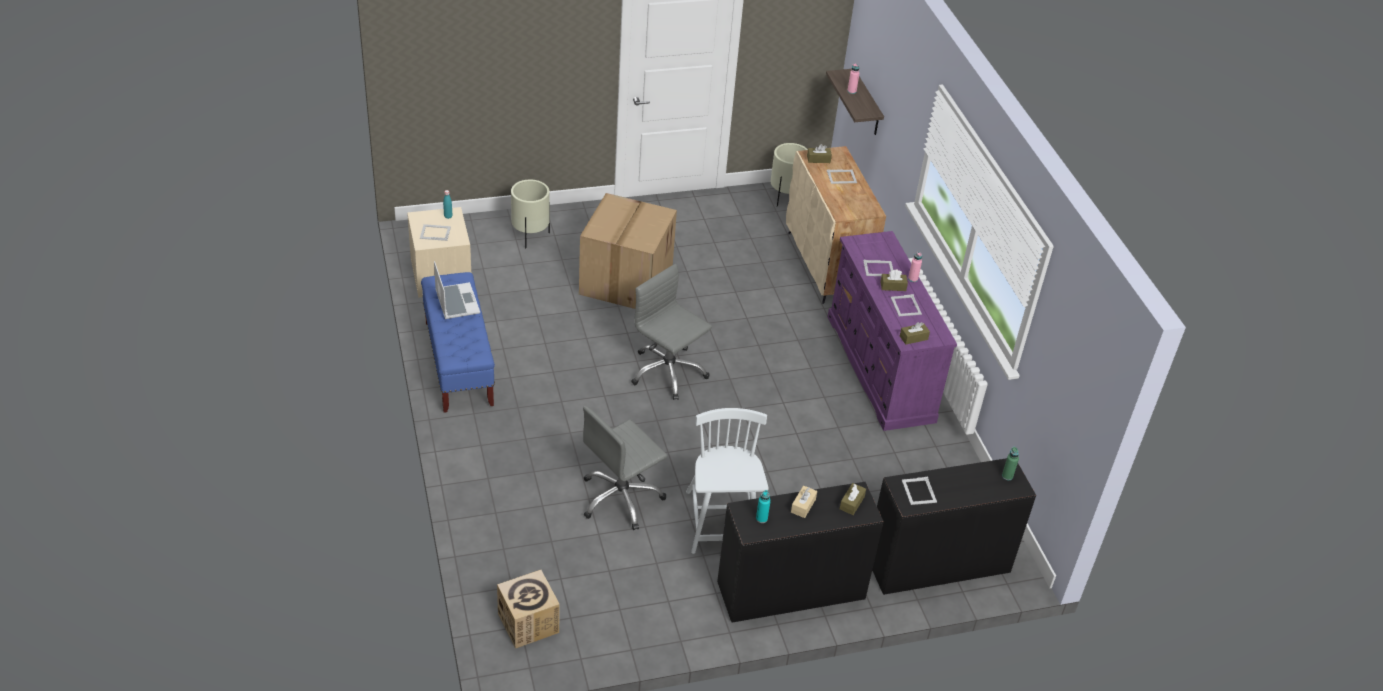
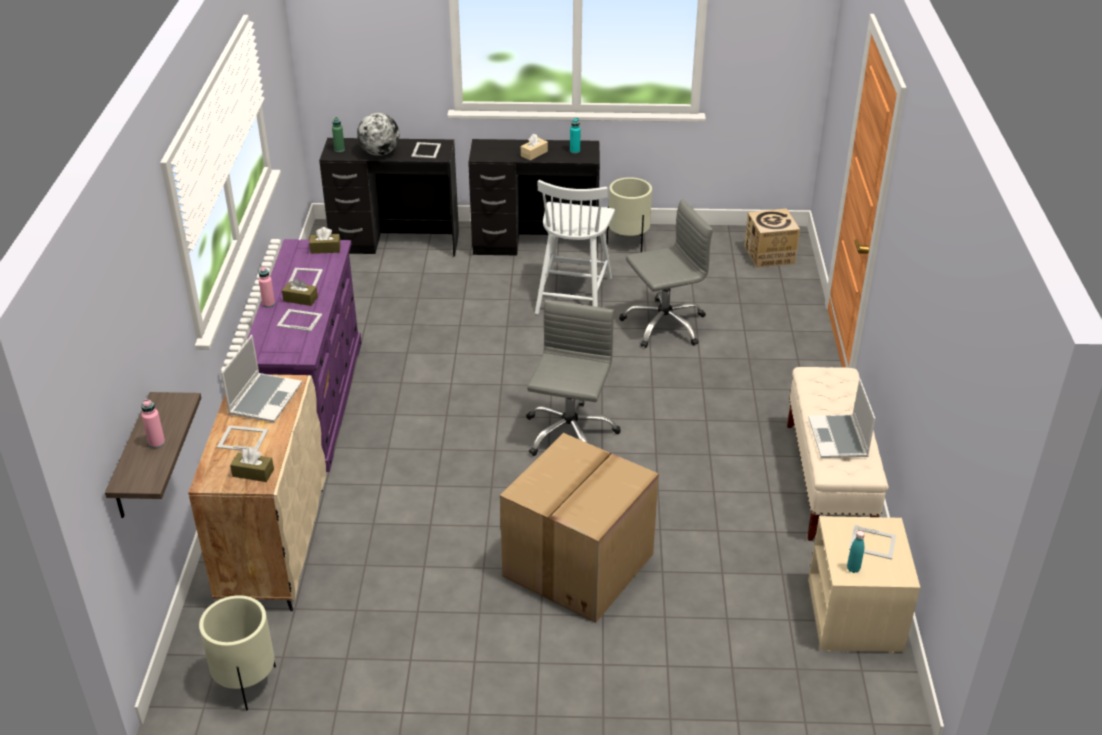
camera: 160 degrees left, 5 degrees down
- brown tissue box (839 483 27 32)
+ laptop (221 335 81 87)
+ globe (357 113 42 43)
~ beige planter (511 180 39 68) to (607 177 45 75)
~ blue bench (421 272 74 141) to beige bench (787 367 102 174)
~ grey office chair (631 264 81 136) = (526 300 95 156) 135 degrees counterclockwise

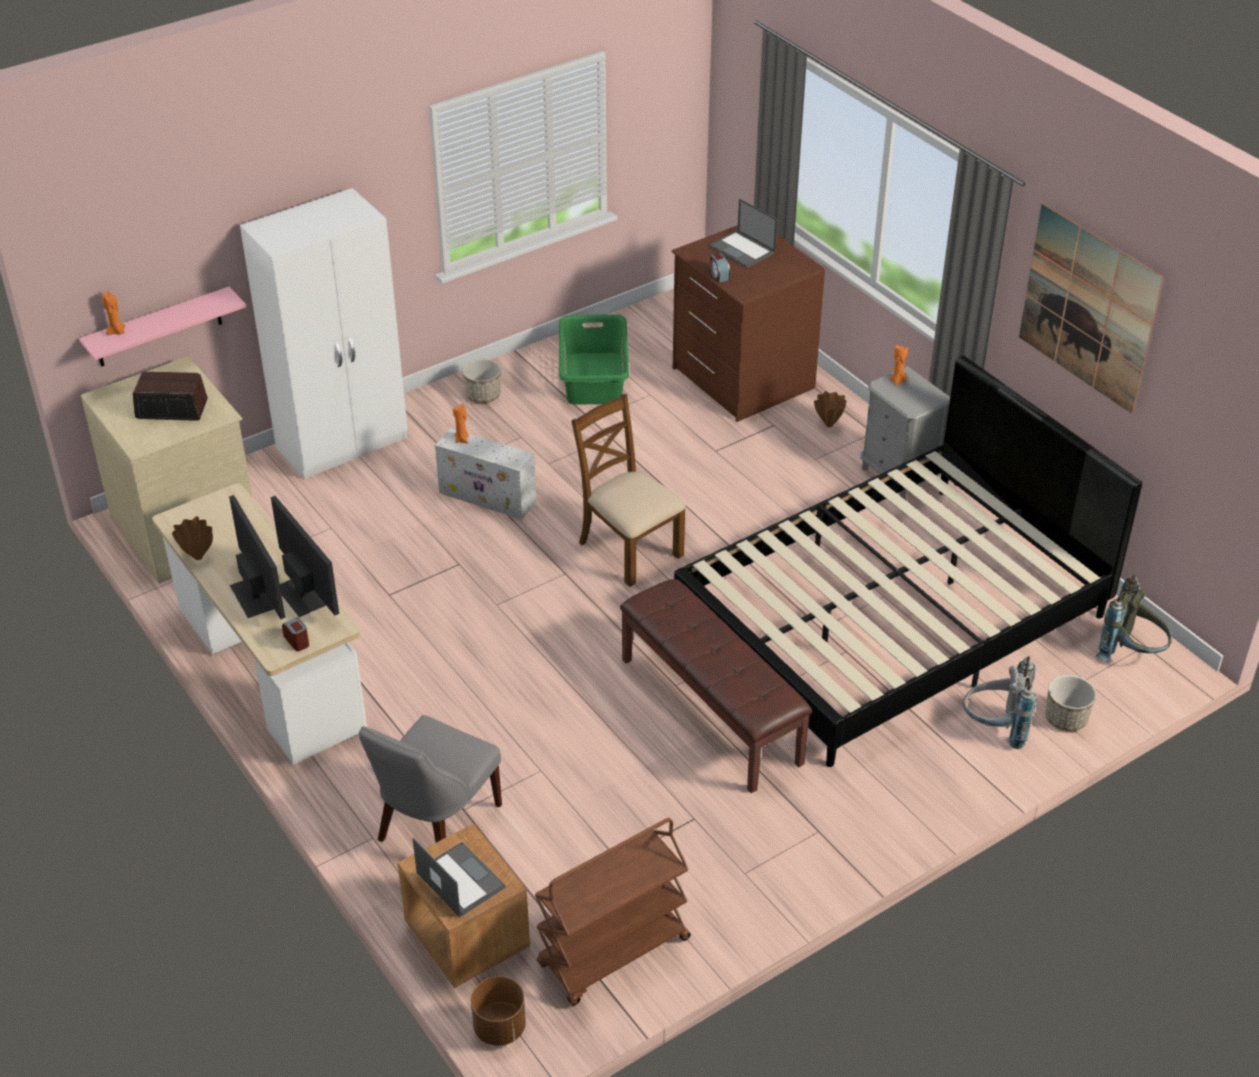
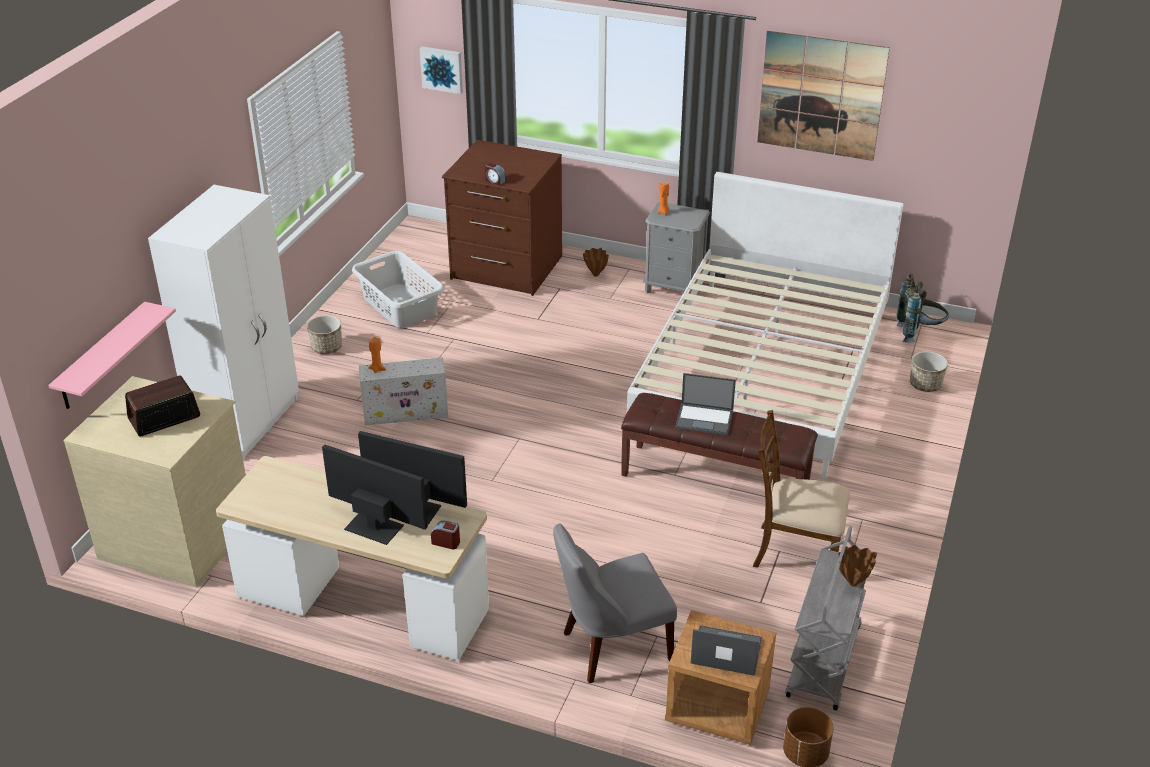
camera: 35 degrees left, 5 degrees down
- orange candle (102 292 24 43)
- grey backpack (963 656 73 93)
+ picture (420 46 43 48)
~ brown vase (172 516 41 44) to (838 545 39 42)
~ brown chair (571 394 115 193) to (753 410 97 158)
~ laptop (709 198 69 70) to (675 373 61 63)
~ brown cart (535 818 156 188) to grey cart (785 525 81 186)
~ green laundry basket (559 314 70 91) to grey laundry basket (352 251 92 77)
~ black bed (674 356 469 411) to white bed (627 172 276 306)
~ grey chair (359 715 143 127) = (553 523 124 160) 75 degrees clockwise

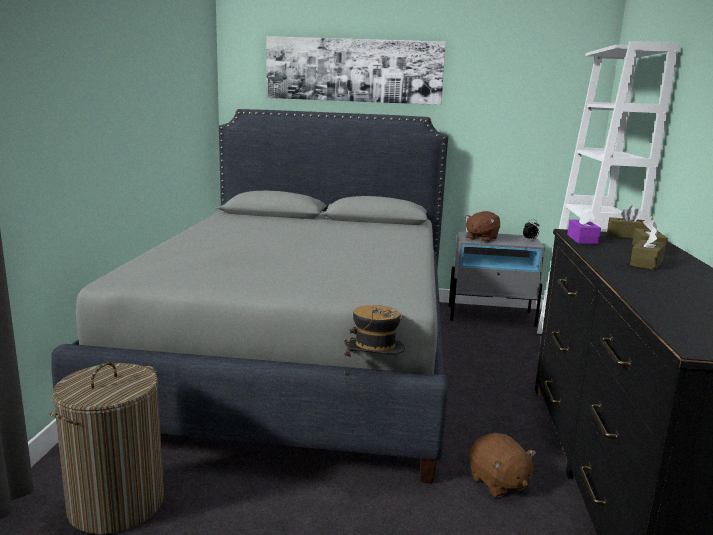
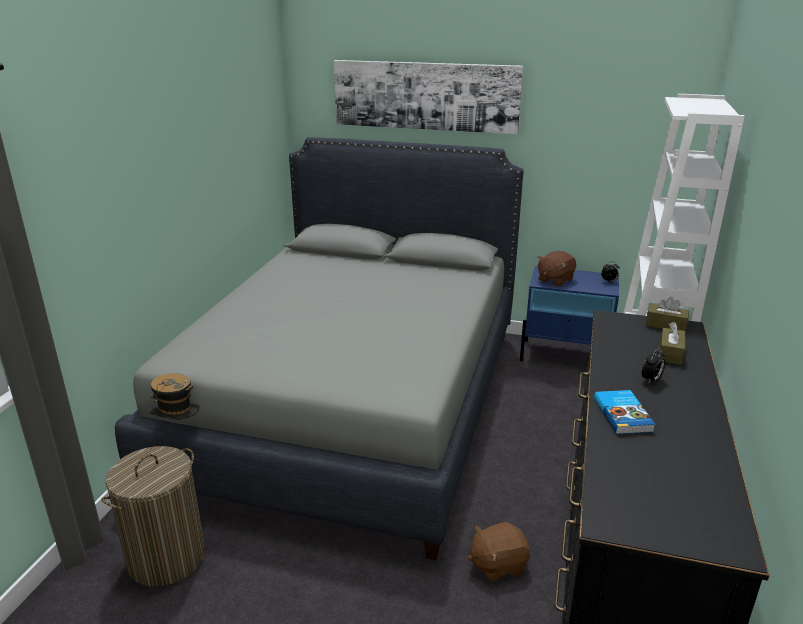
camera: 10 degrees right, 10 degrees up
- purple tissue box (567 208 34 36)
+ book (594 390 61 44)
~ hat (344 305 61 68) to (149 373 51 55)
~ brown tissue box (630 227 36 43) to alarm clock (642 348 24 36)
~ grey nightstand (449 231 96 96) to blue nightstand (520 266 99 95)
~ brown plush toy (469 433 67 65) = (468 522 62 60) 90 degrees clockwise

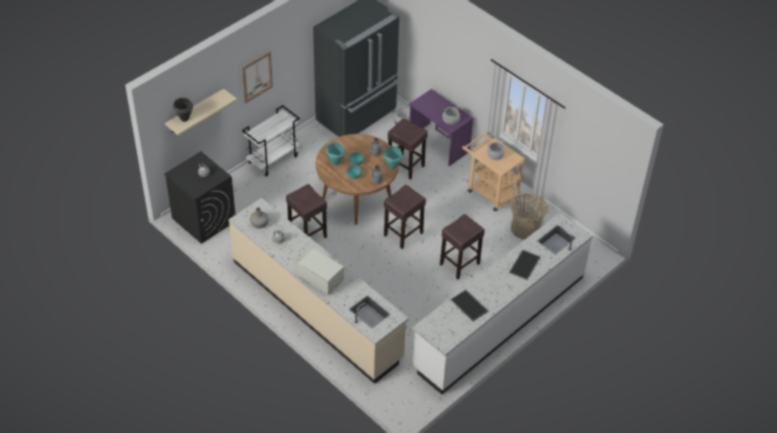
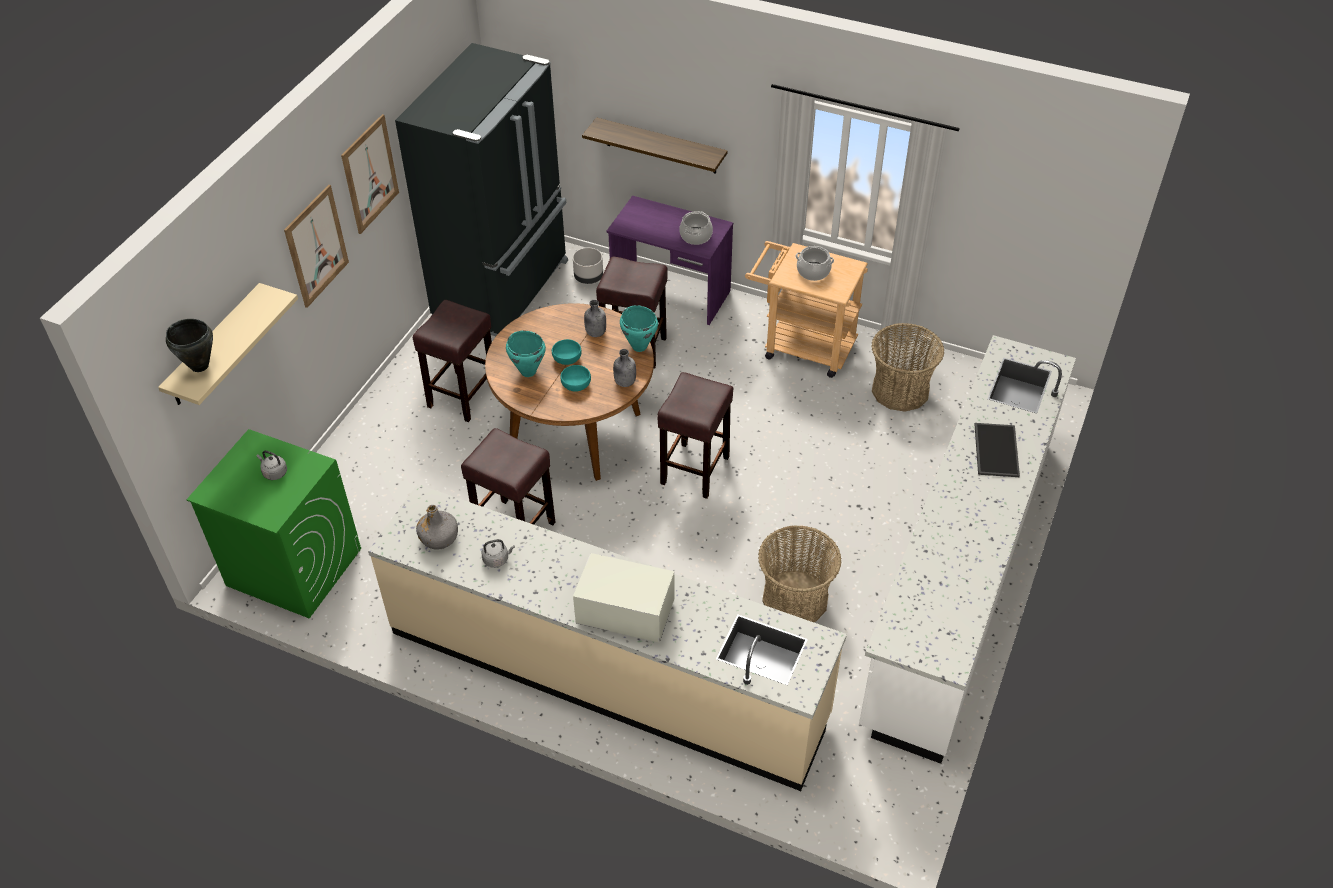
camera: 20 degrees left, 0 degrees up
- white cart (242 105 58 71)
- tray (451 290 37 31)
+ picture (341 114 58 120)
+ shelf (582 117 146 57)
+ basket (758 525 84 97)
~ brown stool (440 214 45 65) to (413 300 79 122)
~ black washing machine (164 151 71 93) to green washing machine (186 429 175 190)

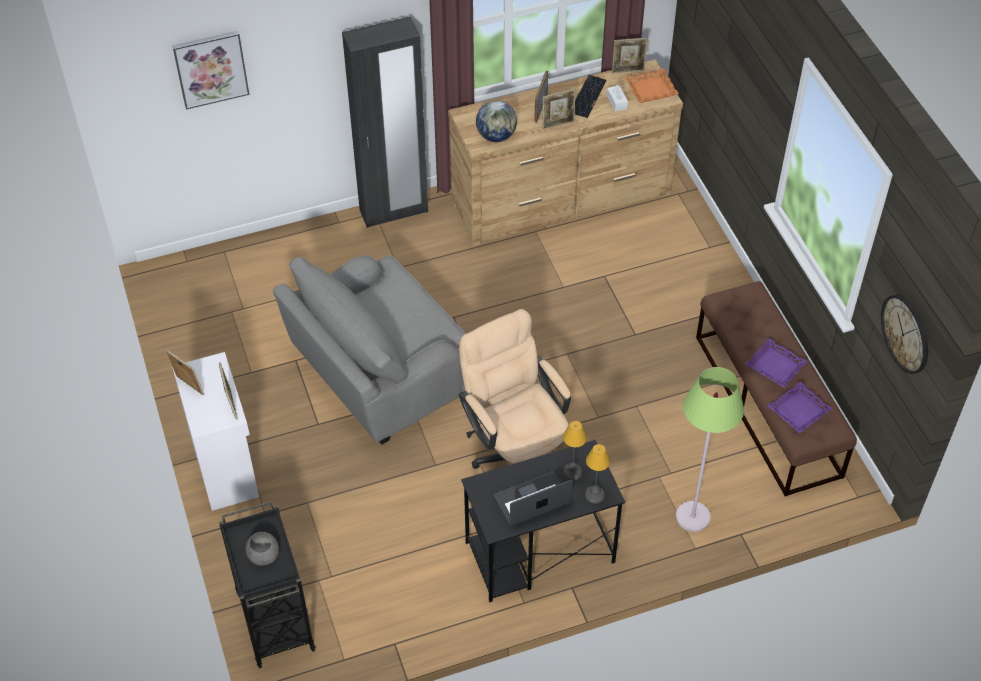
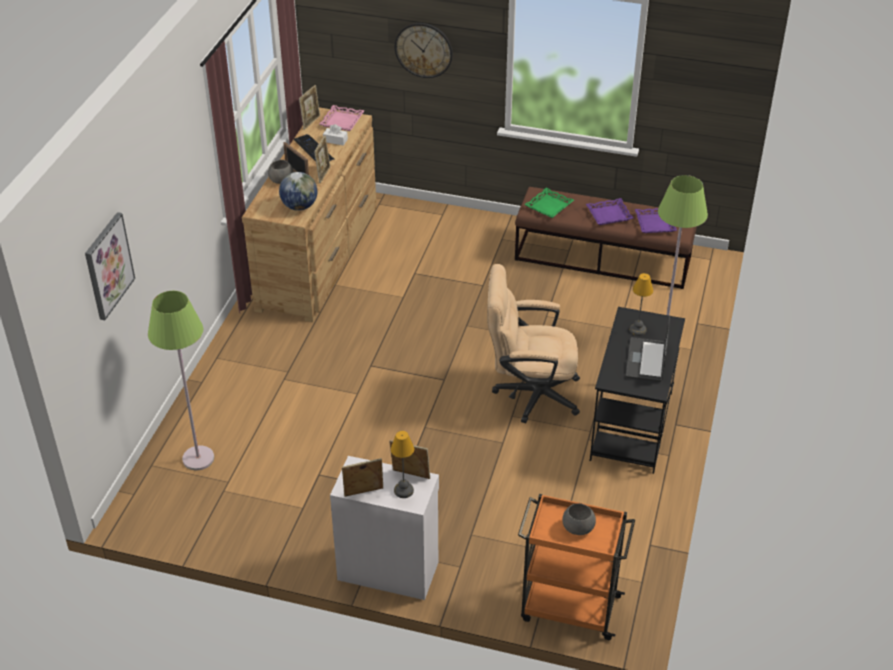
camera: 55 degrees left, 10 degrees down
- grey armchair (273 255 193 190)
- black wardrobe (342 16 86 212)
+ green floor lamp (148 291 66 179)
+ grey bowl (268 160 25 24)
+ green tray (524 188 50 30)
~ table lamp (585 444 25 60) to (391 431 23 67)
~ wall clock (881 294 47 80) to (395 23 58 55)
~ black cart (219 501 96 167) to orange cart (518 494 117 146)
~ orange tray (625 68 54 35) to pink tray (319 105 45 26)

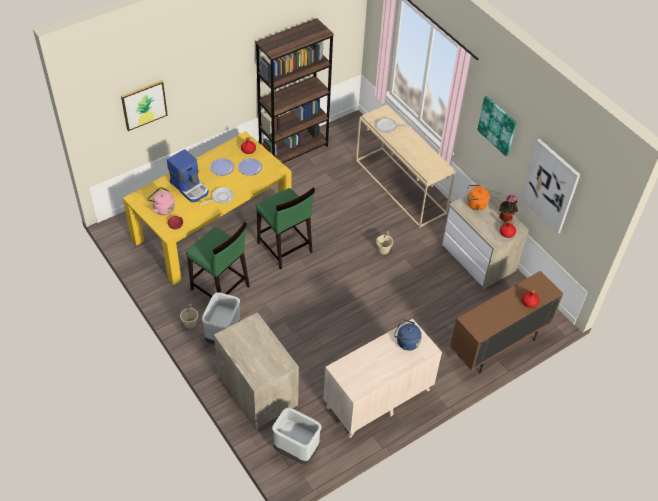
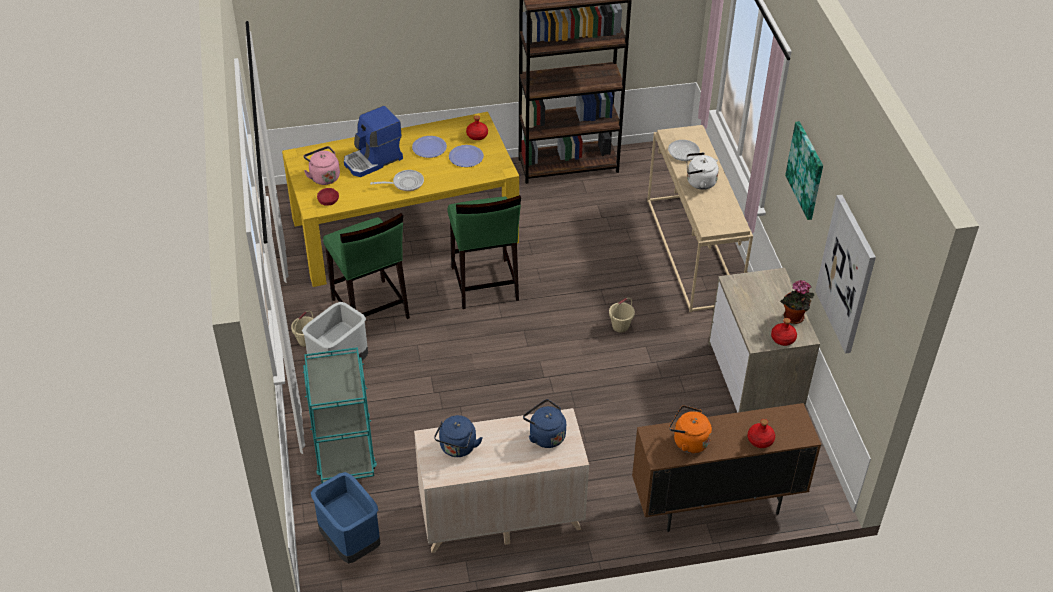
camera: 25 degrees right, 5 degrees down
- picture (121 80 47 51)
+ blue kettle (434 415 48 42)
+ white kettle (687 152 32 38)
~ orange kettle (467 185 23 25) to (669 405 43 48)
~ dresser (214 312 85 117) to turquoise cart (303 347 74 136)
~ grey trash can (272 408 50 57) to blue trash can (311 472 69 91)
~ coffee machine (167 149 42 53) = (344 106 59 71) 75 degrees clockwise

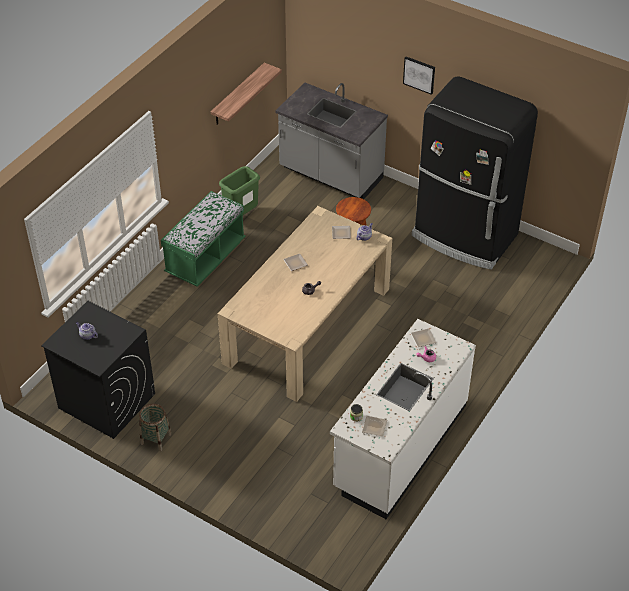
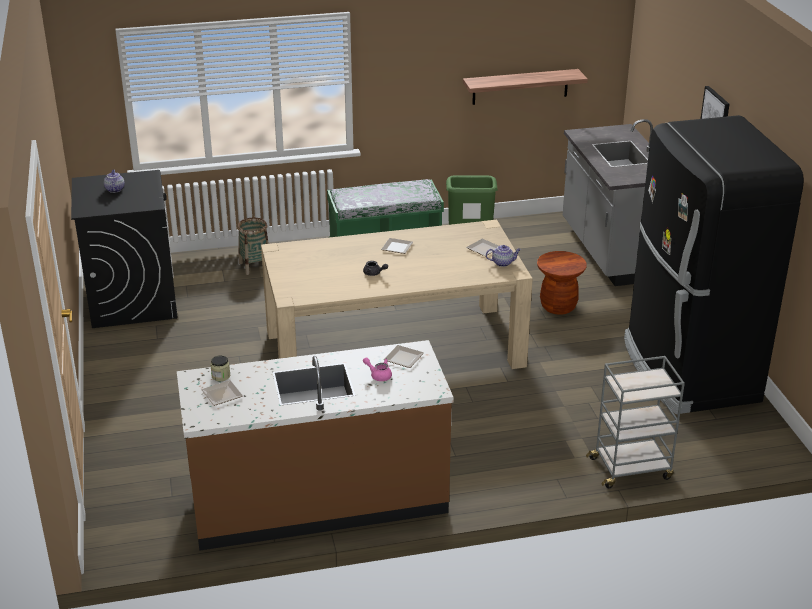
camera: 45 degrees right, 15 degrees down
+ grey cart (586 356 99 132)
~ basket (139 404 32 47) to (237 218 32 57)
~ white counter (330 319 146 200) to brown counter (177 340 276 211)

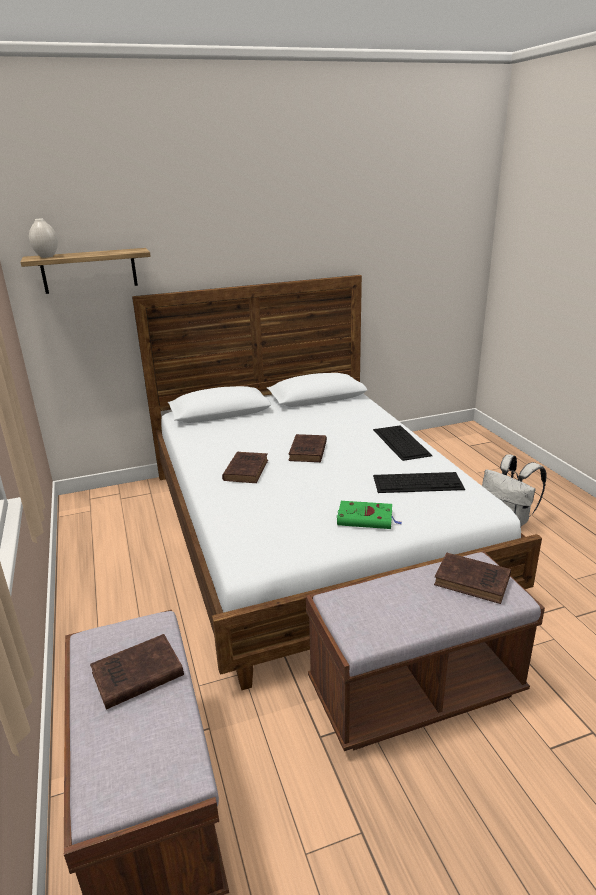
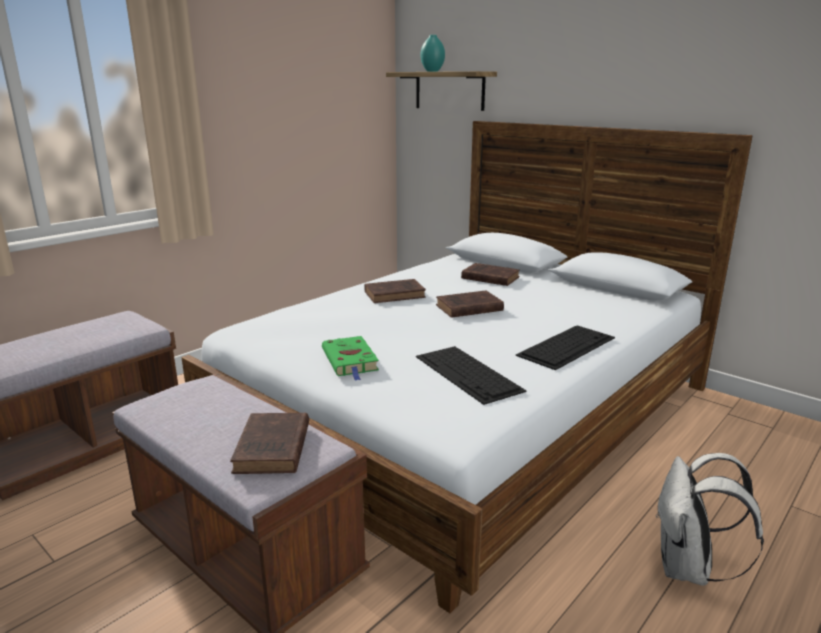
camera: 60 degrees right, 5 degrees down
- white vase (29 219 29 39)
+ turquoise vase (421 35 24 37)
~ brown book (90 634 94 75) to (461 263 59 23)

